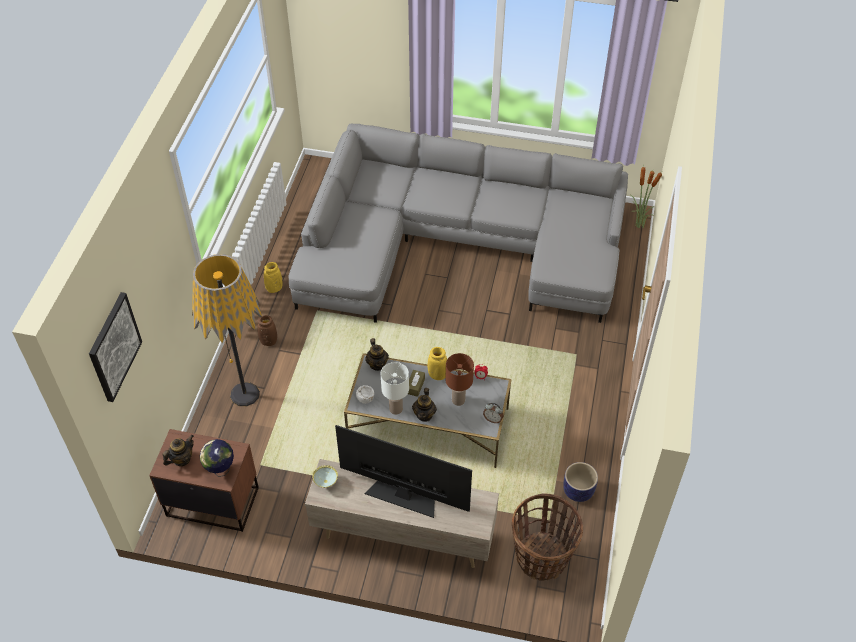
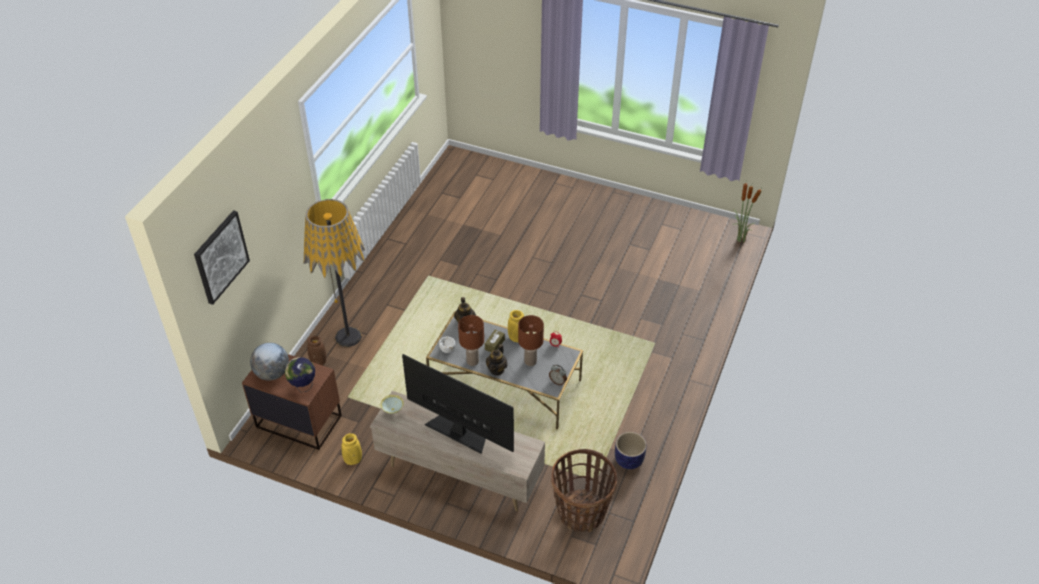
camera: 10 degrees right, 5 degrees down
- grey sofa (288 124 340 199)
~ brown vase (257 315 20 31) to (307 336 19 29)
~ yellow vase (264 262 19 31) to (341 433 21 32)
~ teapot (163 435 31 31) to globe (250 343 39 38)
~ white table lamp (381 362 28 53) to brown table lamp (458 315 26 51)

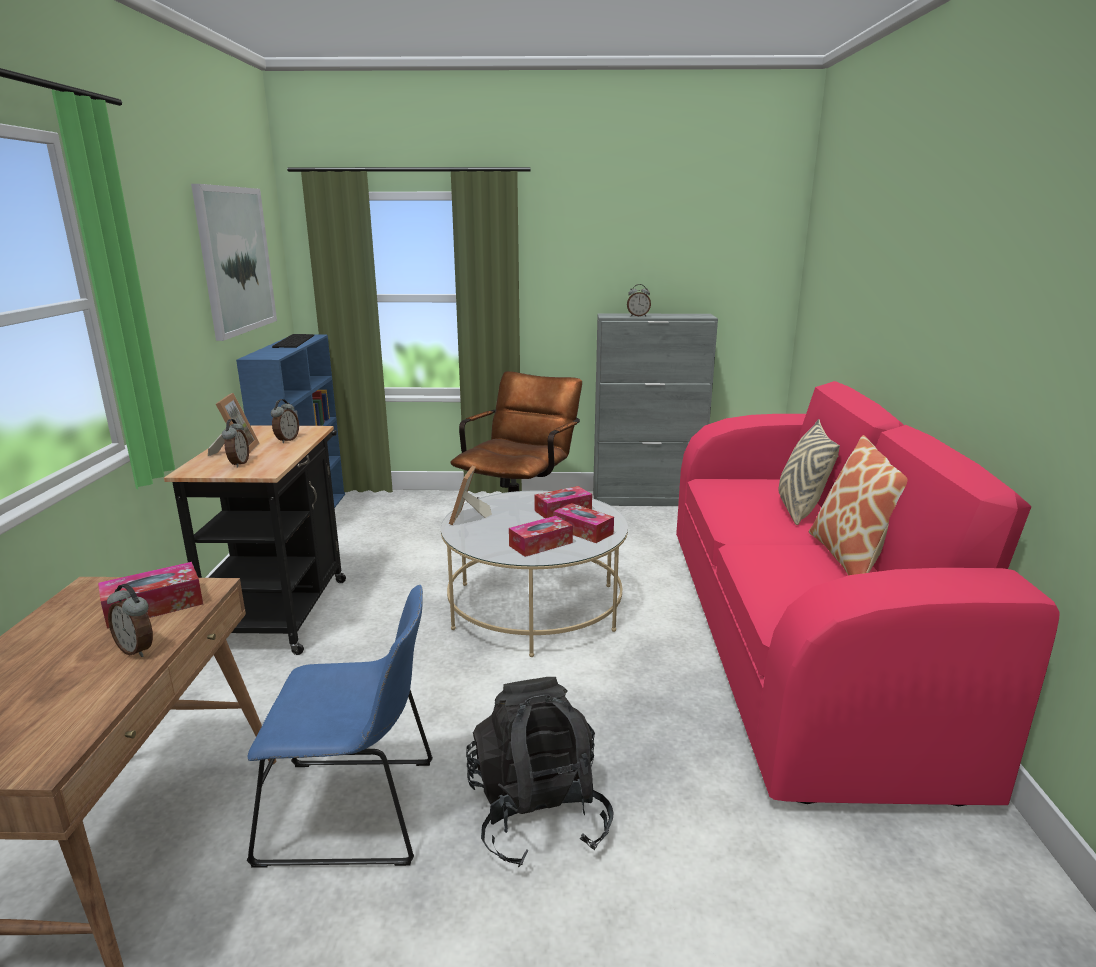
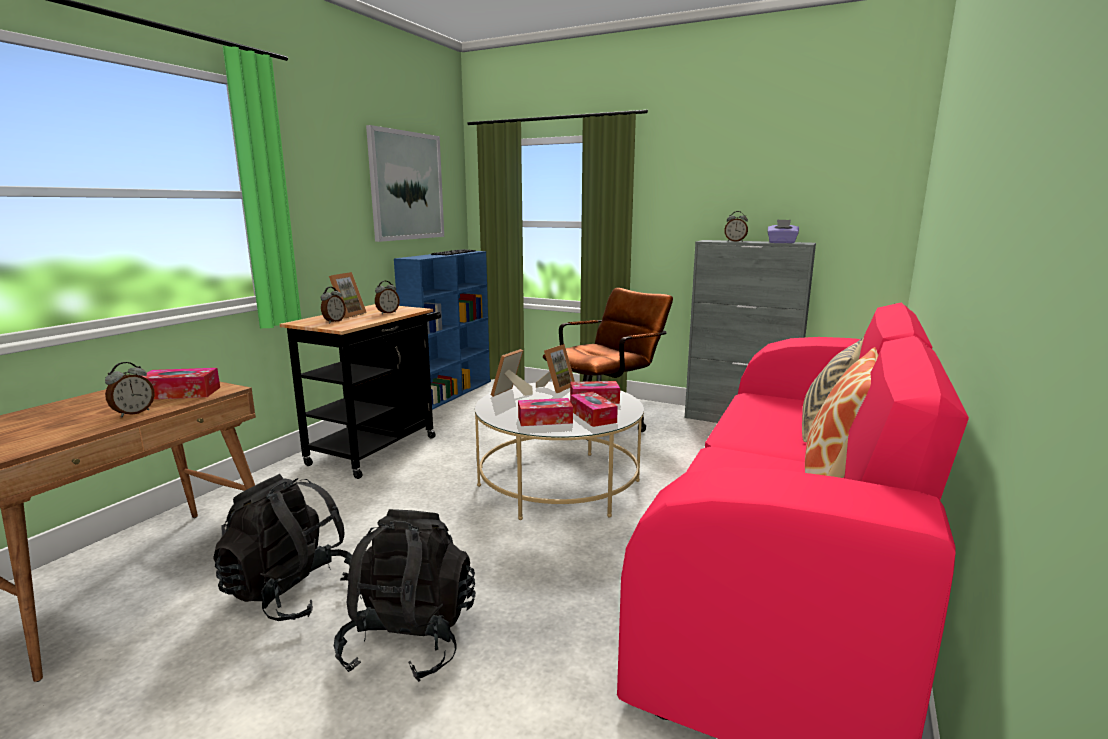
camera: 25 degrees right, 5 degrees down
+ picture frame (536 344 39 49)
+ purple tissue box (768 219 31 24)
~ blue chair (247 585 186 283) to black backpack (213 474 139 147)
~ alarm clock (107 584 46 73) = (105 362 50 55) 120 degrees counterclockwise

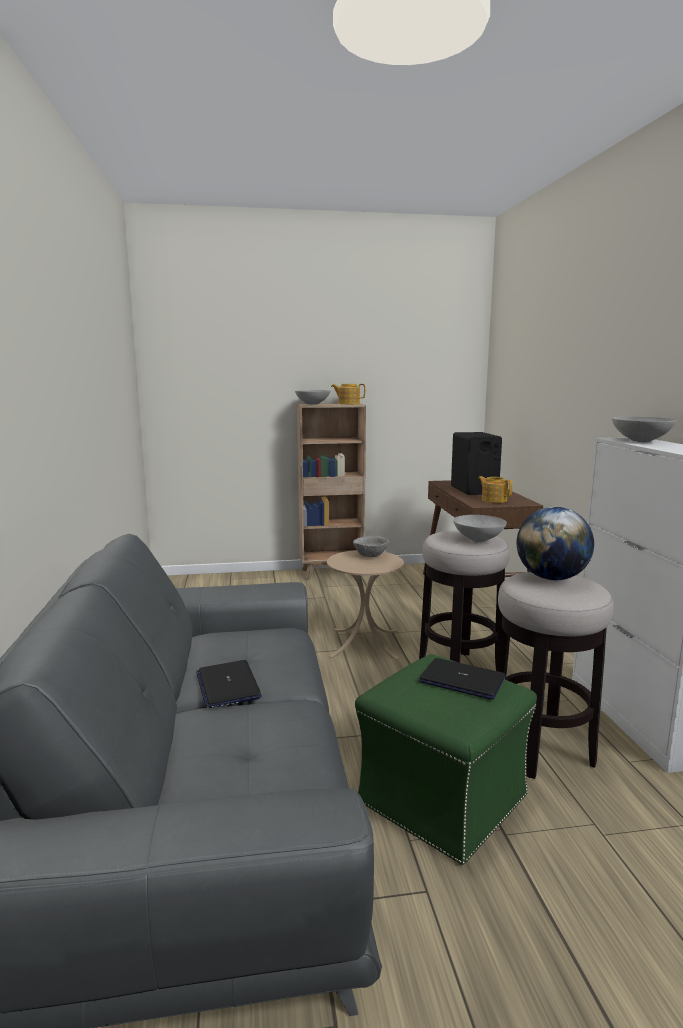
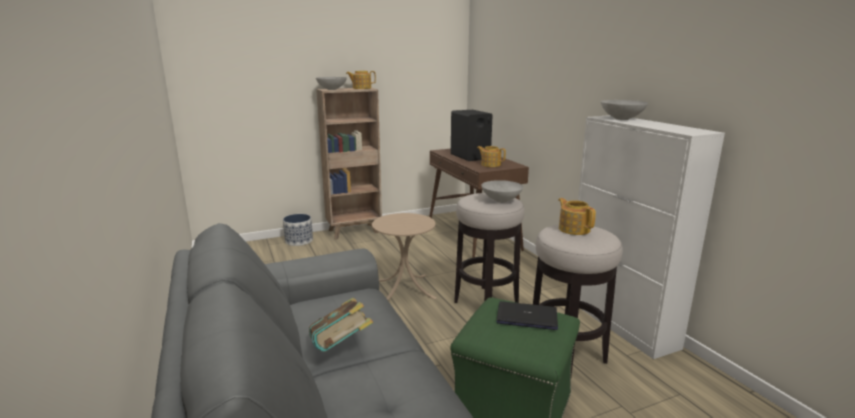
camera: 15 degrees left, 5 degrees up
- grey bowl (353 536 36 21)
+ planter (283 214 30 32)
~ laptop (196 660 66 48) to book (309 298 64 54)
~ globe (517 507 77 73) to teapot (558 198 38 37)

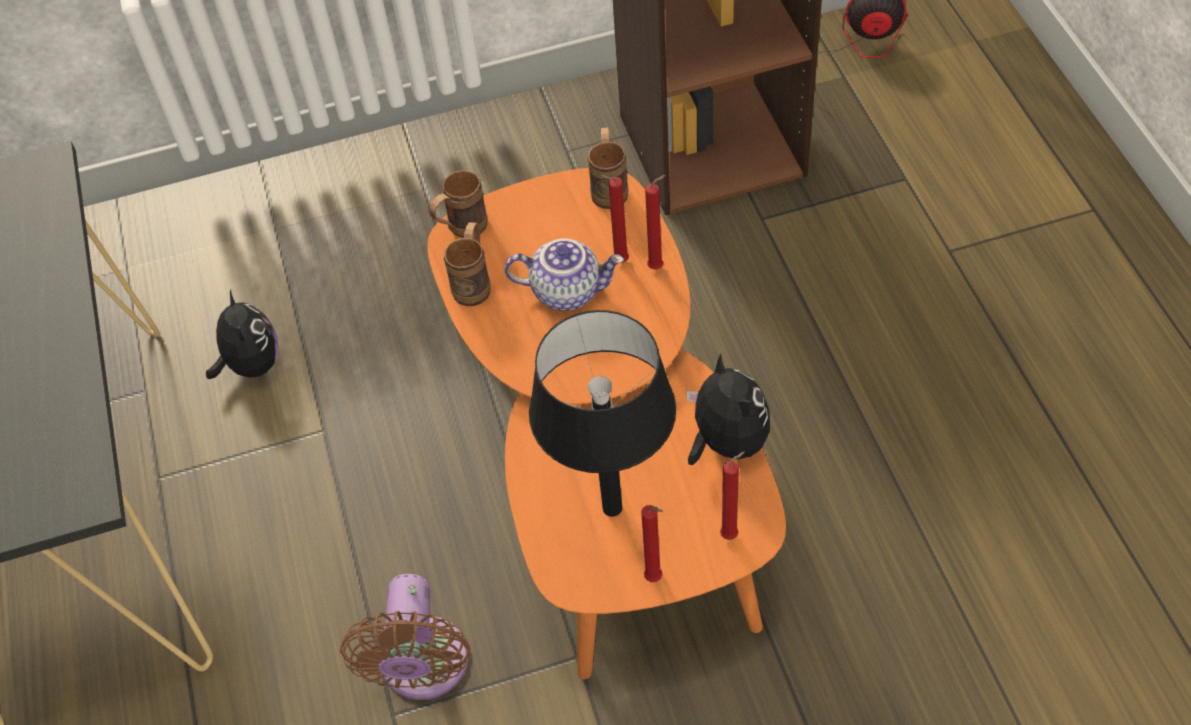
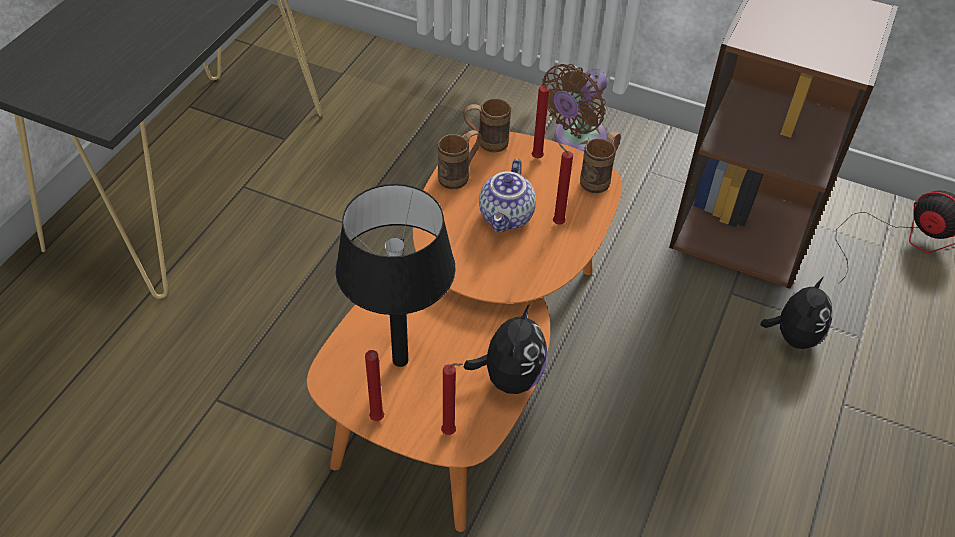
camera: 35 degrees right, 5 degrees down
~ plush toy (206 290 72 89) to (760 277 72 72)
~ brown fan (340 574 131 126) to (541 64 67 88)
~ red candle (645 175 21 94) to (532 83 23 75)
~ teapot (504 238 120 73) = (479 159 57 73) 60 degrees clockwise

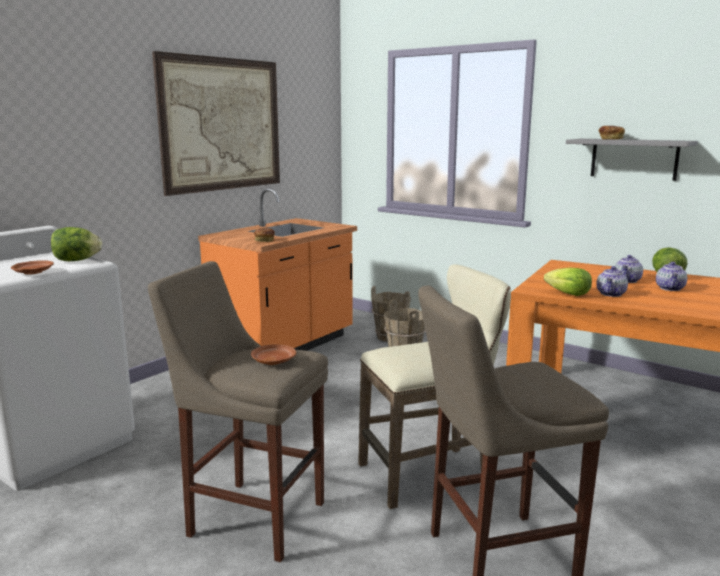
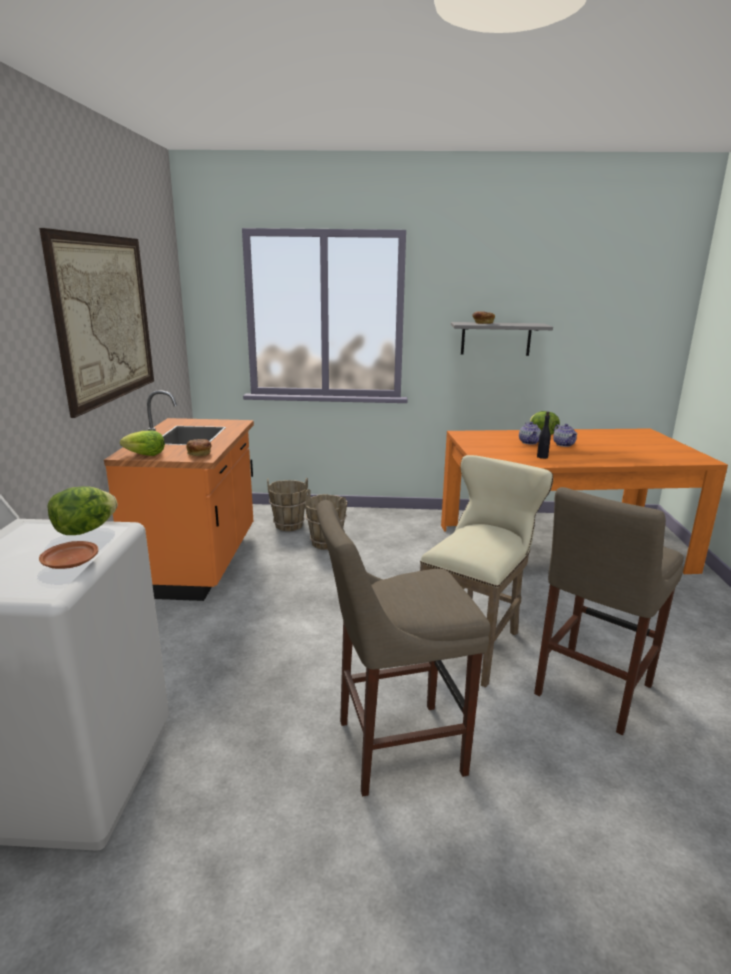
camera: 35 degrees left, 5 degrees up
- brown plate (251 344 45 21)
~ lettuce (544 268 48 28) to (120 431 45 25)
~ teapot (596 266 32 31) to black bottle (537 411 14 48)

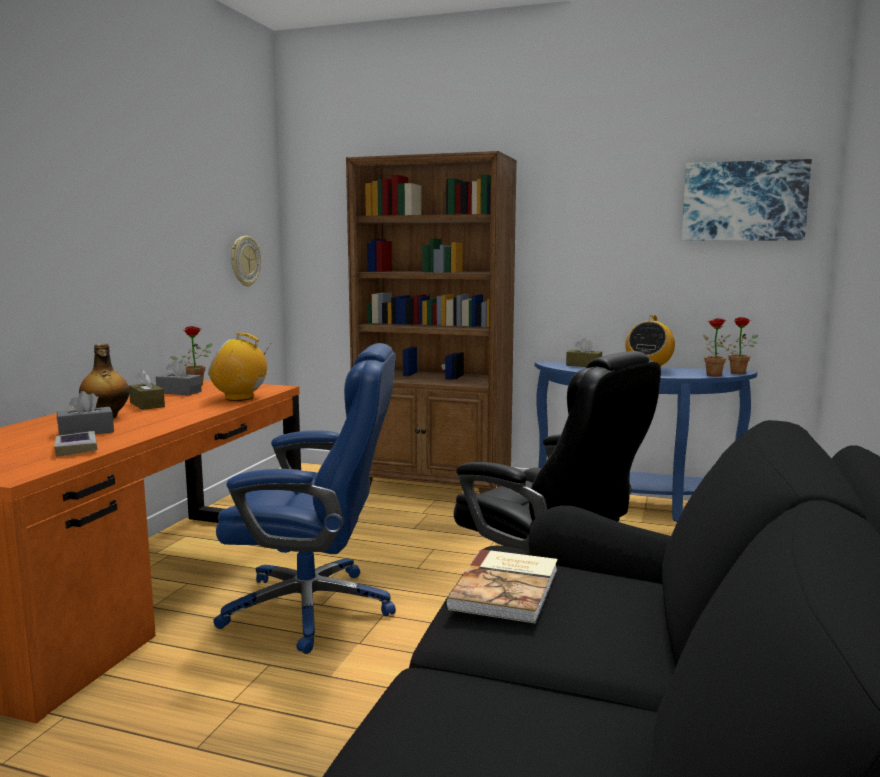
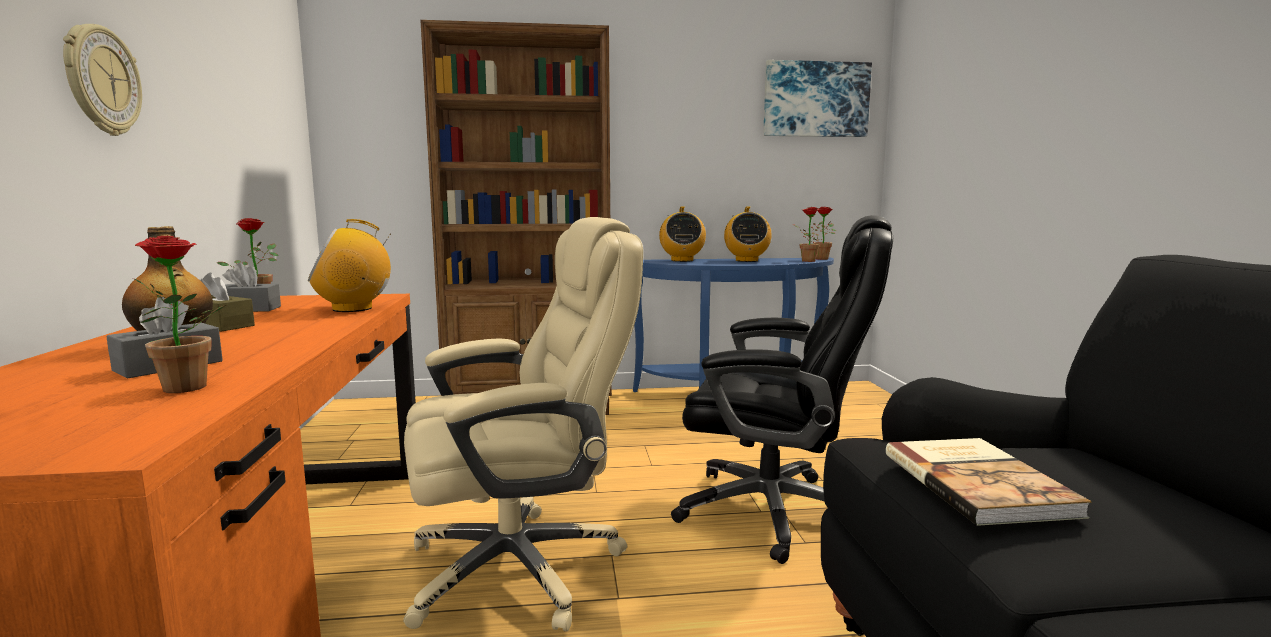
camera: 25 degrees left, 0 degrees up
~ wall clock (231 236 30 51) to (63 24 79 112)
~ book (54 431 44 26) to potted plant (134 235 92 158)
~ brown tissue box (566 338 36 29) to radio (659 207 47 55)
~ blue office chair (213 343 183 311) to beige office chair (403 217 240 415)

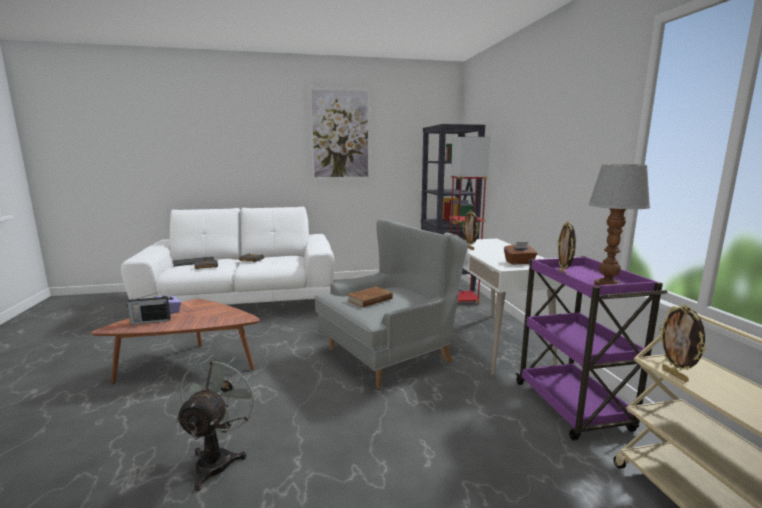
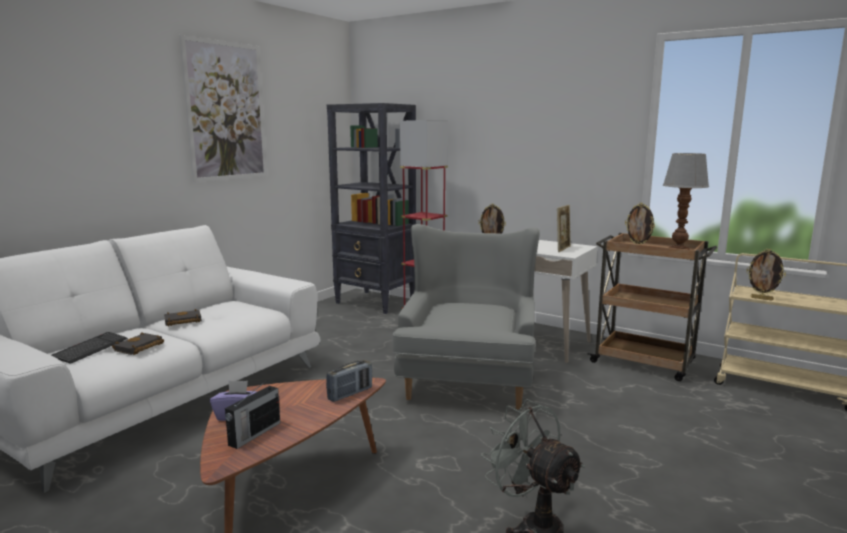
camera: 45 degrees left, 0 degrees up
- brown book (347 287 46 20)
+ radio (326 360 46 42)
~ brown tissue box (504 242 34 22) to picture frame (557 205 14 47)
~ purple cart (516 256 151 184) to brown cart (587 233 130 148)

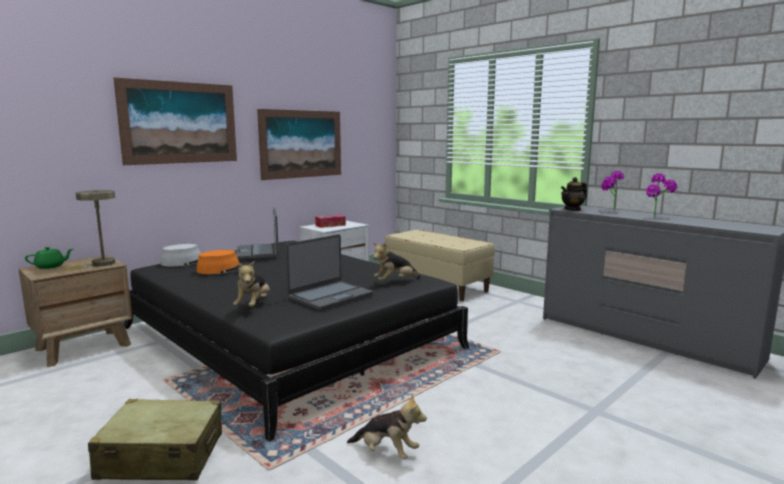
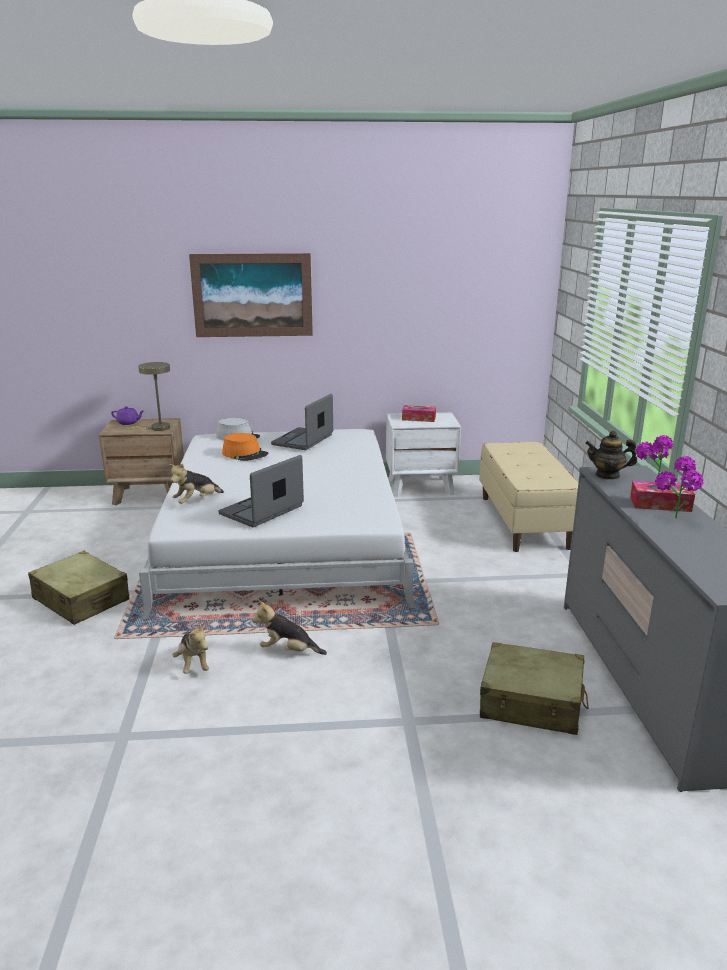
camera: 40 degrees right, 10 degrees up
- picture (257 109 84 71)
+ beige suitcase (480 642 109 93)
+ tissue box (630 481 65 31)
~ plush toy (373 242 48 39) to (252 601 75 54)
~ green teapot (25 247 48 22) to purple teapot (111 406 32 19)
~ black bed (124 241 345 201) to white bed (139 429 276 190)
~ laptop (285 234 88 77) = (219 455 85 72) 135 degrees clockwise

